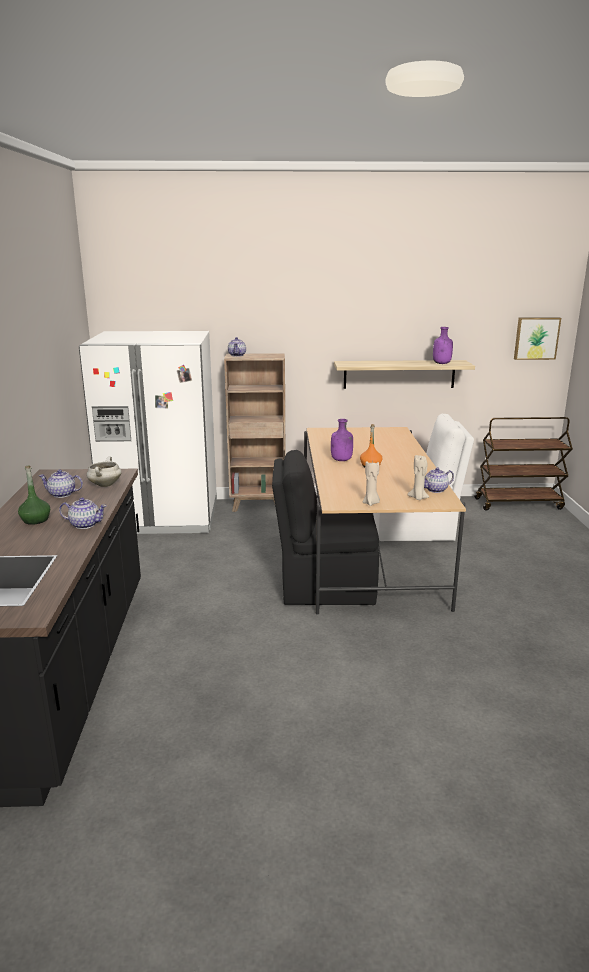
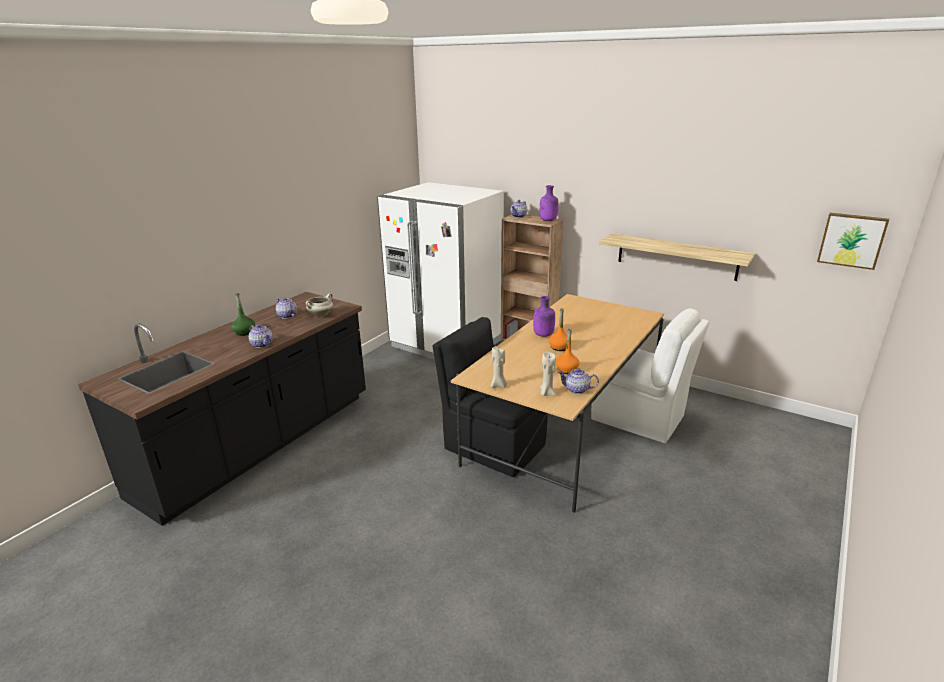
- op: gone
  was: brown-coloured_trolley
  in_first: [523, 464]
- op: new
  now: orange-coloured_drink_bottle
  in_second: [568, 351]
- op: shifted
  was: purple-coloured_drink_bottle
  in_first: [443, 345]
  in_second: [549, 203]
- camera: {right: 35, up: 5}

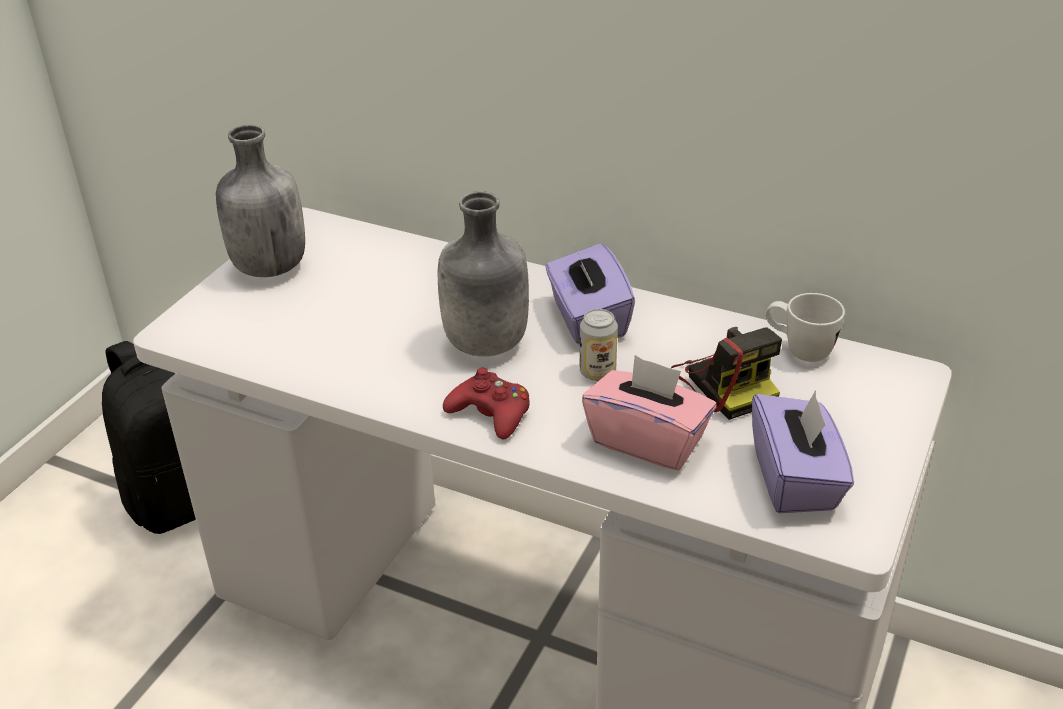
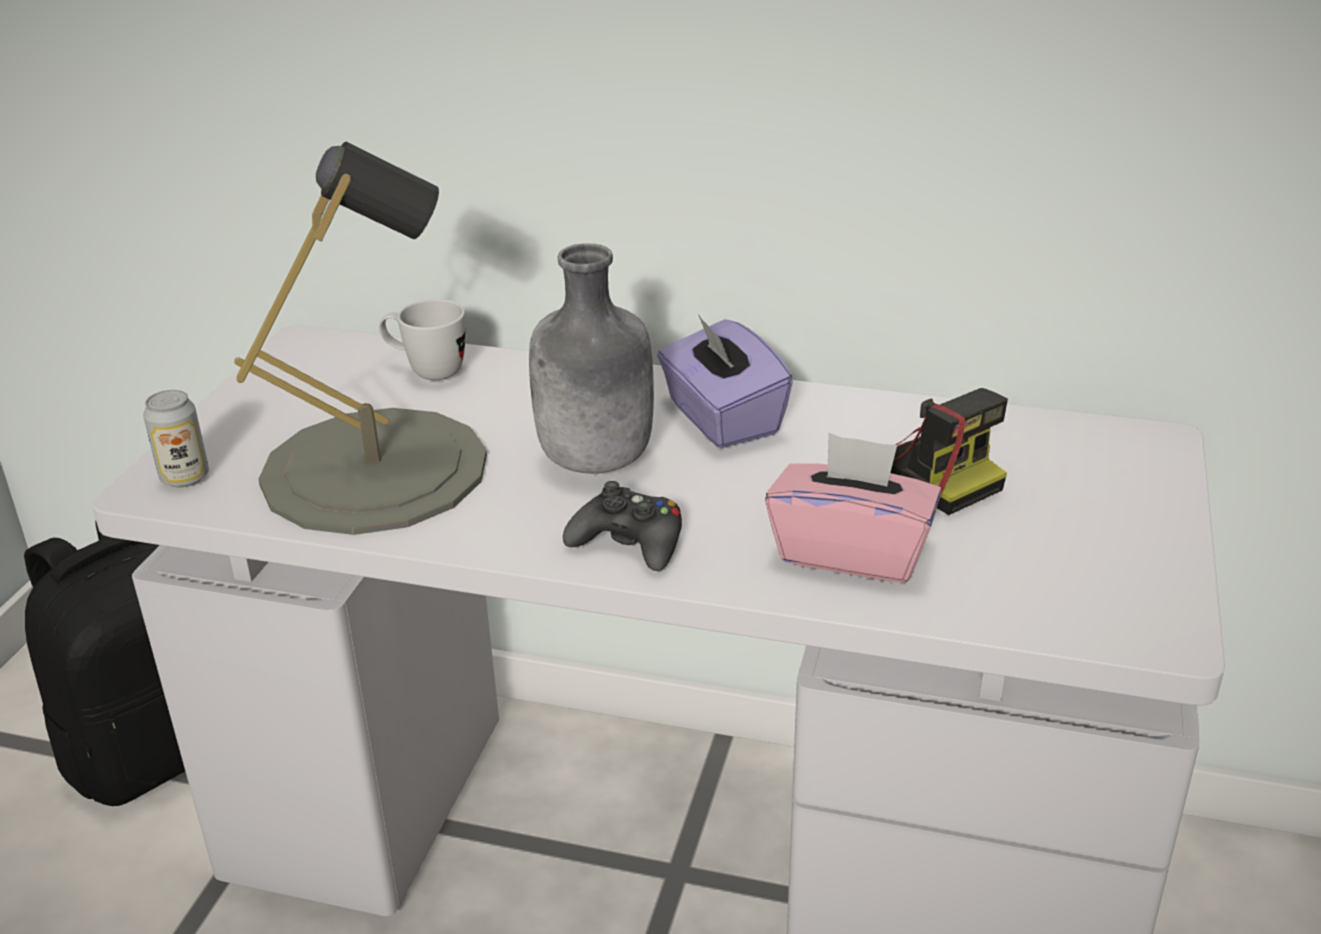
- op: gone
  was: gray_drink_bottle
  in_first: [260, 201]
- op: gone
  was: purple-coloured_tissue_holder
  in_first: [803, 451]
- op: new
  now: gray_tabletop_lamp
  in_second: [360, 338]
- op: shifted
  was: sealed_can
  in_first: [599, 345]
  in_second: [176, 439]
- op: shifted
  was: white_tea_mug
  in_first: [805, 327]
  in_second: [422, 339]
- op: repainted
  was: red_joypad
  now: black_joypad
  in_first: [486, 403]
  in_second: [622, 526]
- camera: {right: -10, up: -5}

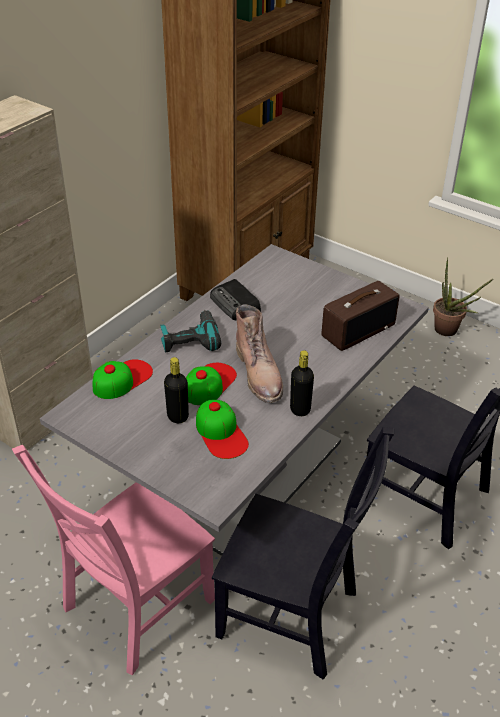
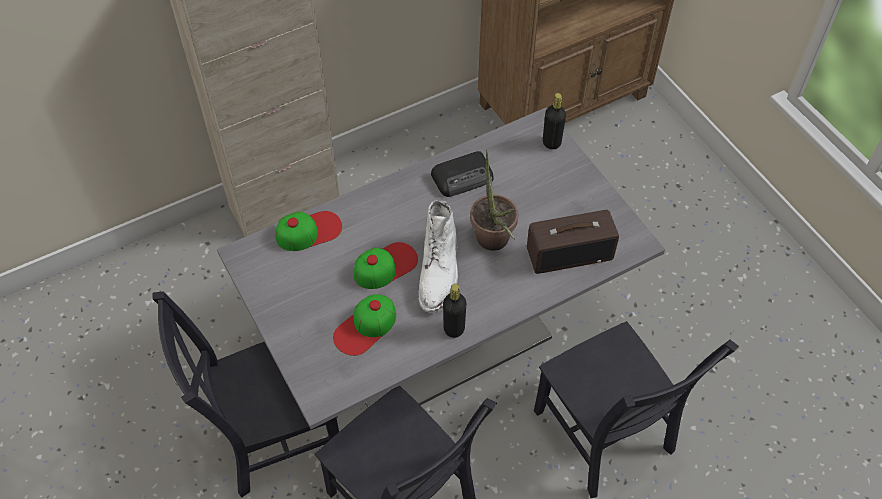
- op: gone
  was: electric_drill
  in_first: [190, 331]
- op: shifted
  was: black_drink_bottle
  in_first: [176, 390]
  in_second: [554, 121]
- op: shifted
  was: plant_in_a_pot
  in_first: [463, 296]
  in_second: [494, 200]
- op: repainted
  was: pink-coloured_chair
  now: black_chair
  in_first: [113, 560]
  in_second: [245, 395]
- op: repainted
  was: brown-coloured_high-top_boot
  now: white_high-top_boot
  in_first: [259, 353]
  in_second: [438, 256]
- op: rotated
  was: cap
  in_first: [222, 429]
  in_second: [364, 325]
  clockwise: 45
- op: rotated
  was: radio_receiver
  in_first: [235, 299]
  in_second: [462, 174]
  clockwise: -105
- camera: {right: 25, up: 15}

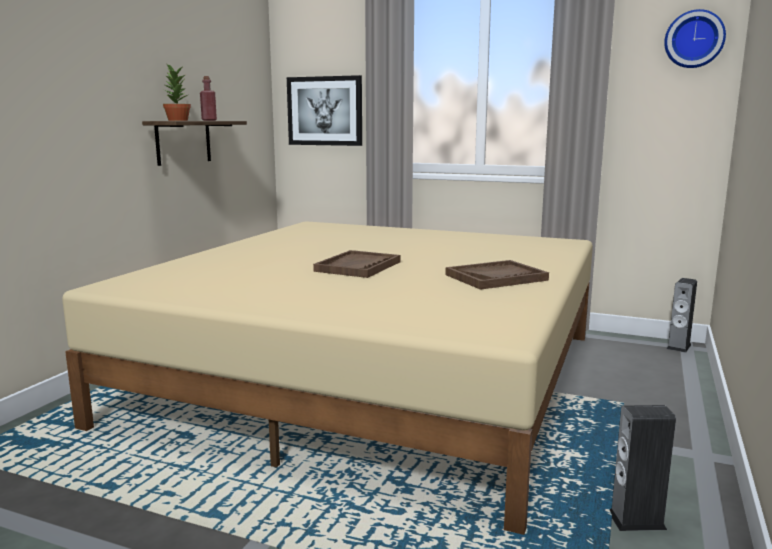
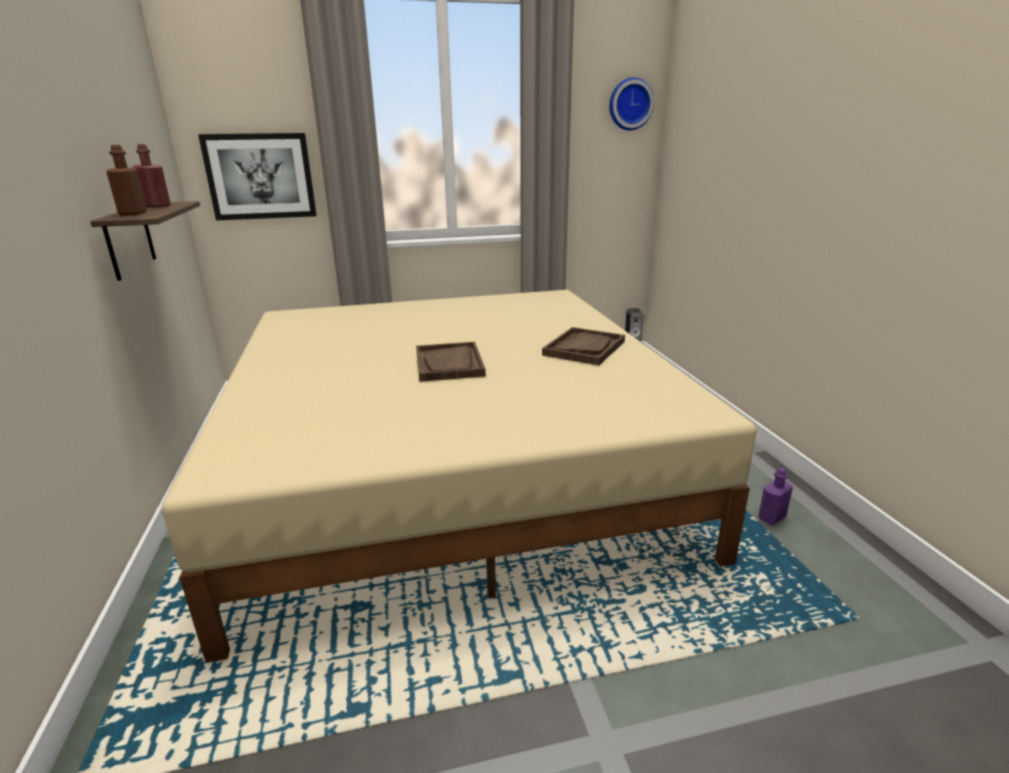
- op: swapped
  was: plant_in_a_pot
  now: brown-coloured_drink_bottle
  in_first: [177, 92]
  in_second: [126, 180]
- op: swapped
  was: speaker
  now: purple-coloured_drink_bottle
  in_first: [643, 468]
  in_second: [775, 496]
- camera: {right: -35, up: 10}

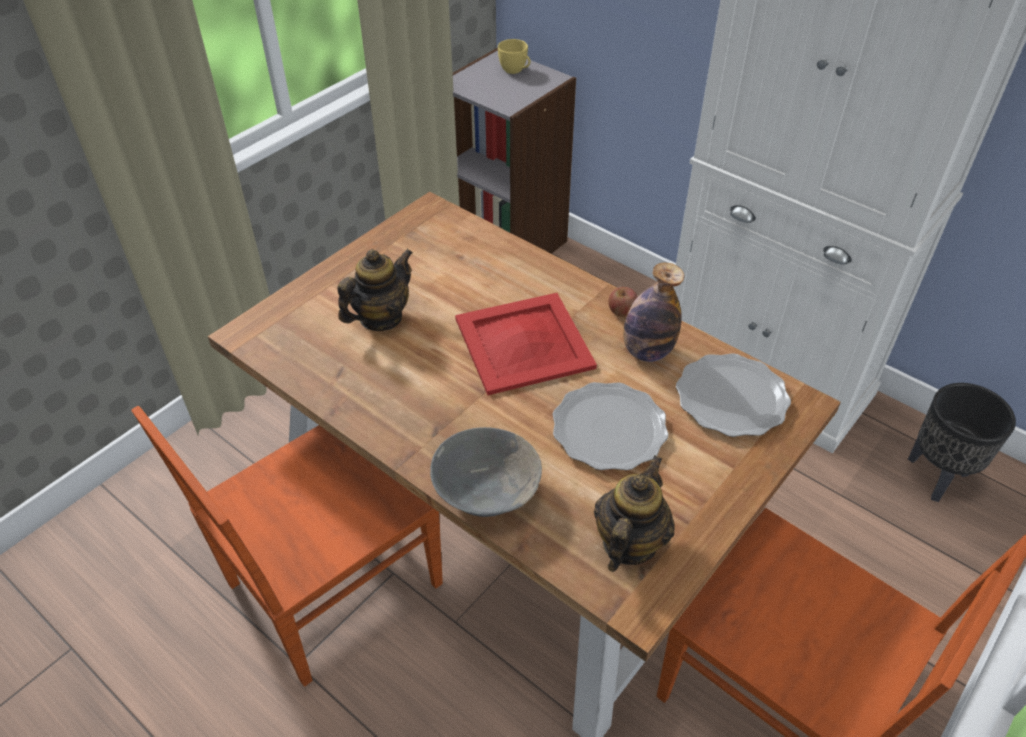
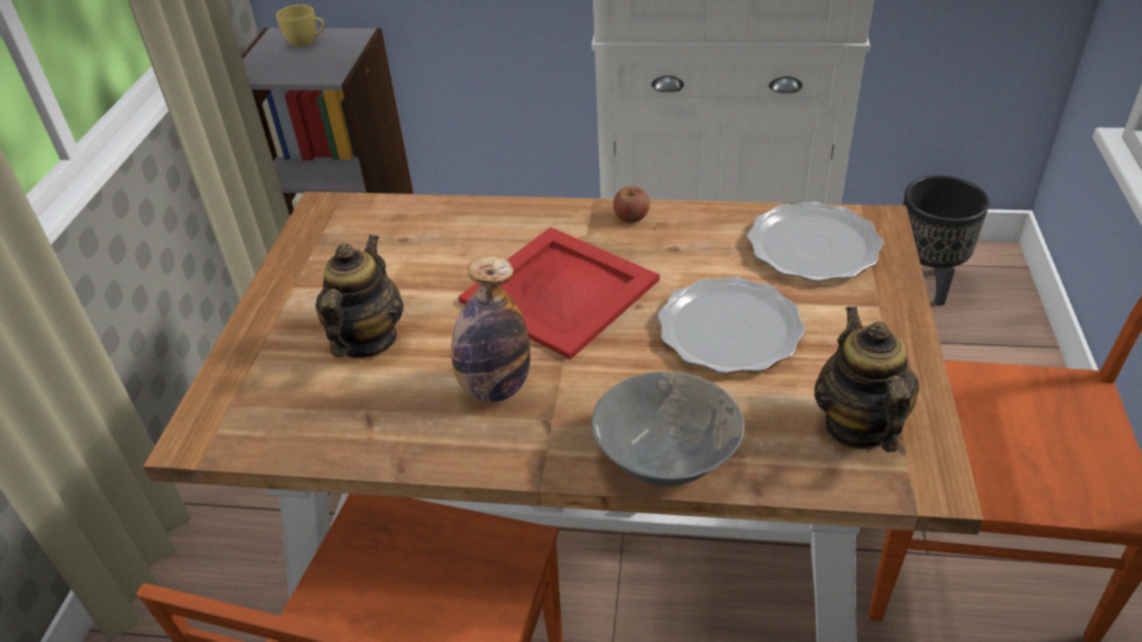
- op: shifted
  was: drink_bottle
  in_first: [653, 312]
  in_second: [490, 329]
- camera: {right: -30, up: -5}

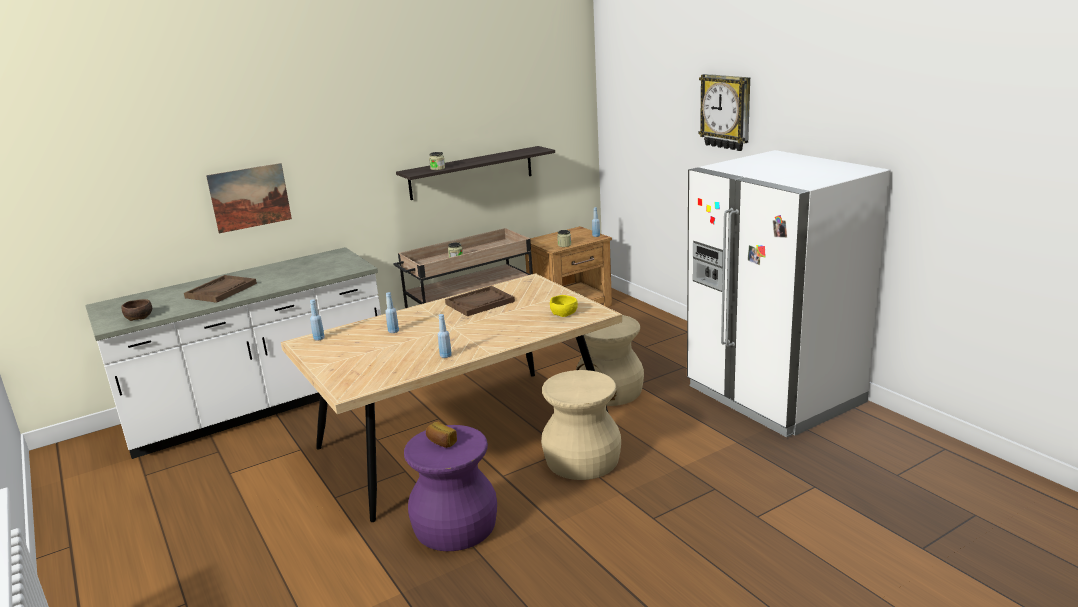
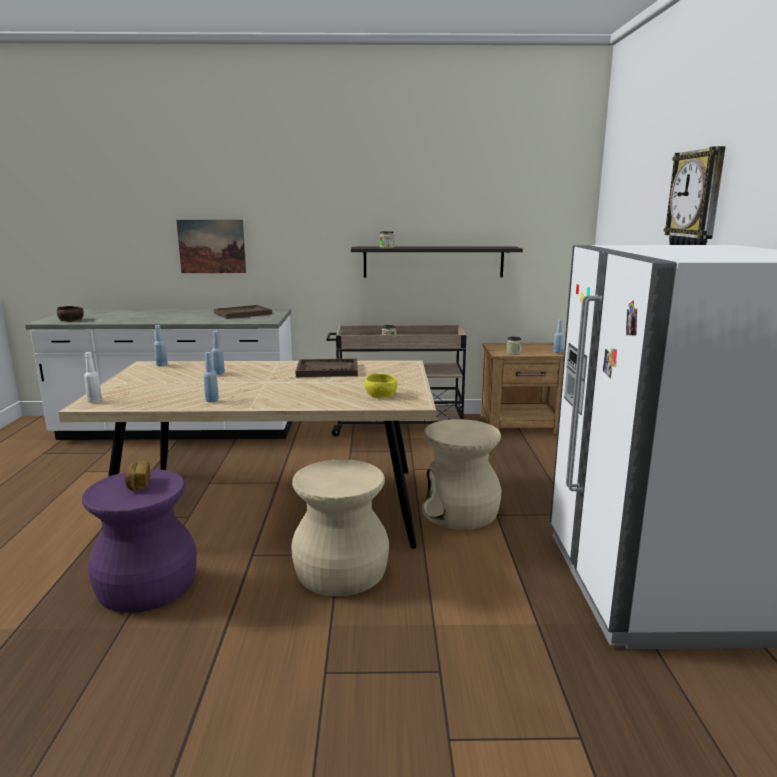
- op: new
  now: white_drink_bottle
  in_second: [93, 377]
- op: shifted
  was: brown-coloured_serving_tray
  in_first: [220, 289]
  in_second: [243, 312]
- camera: {right: 30, up: -5}

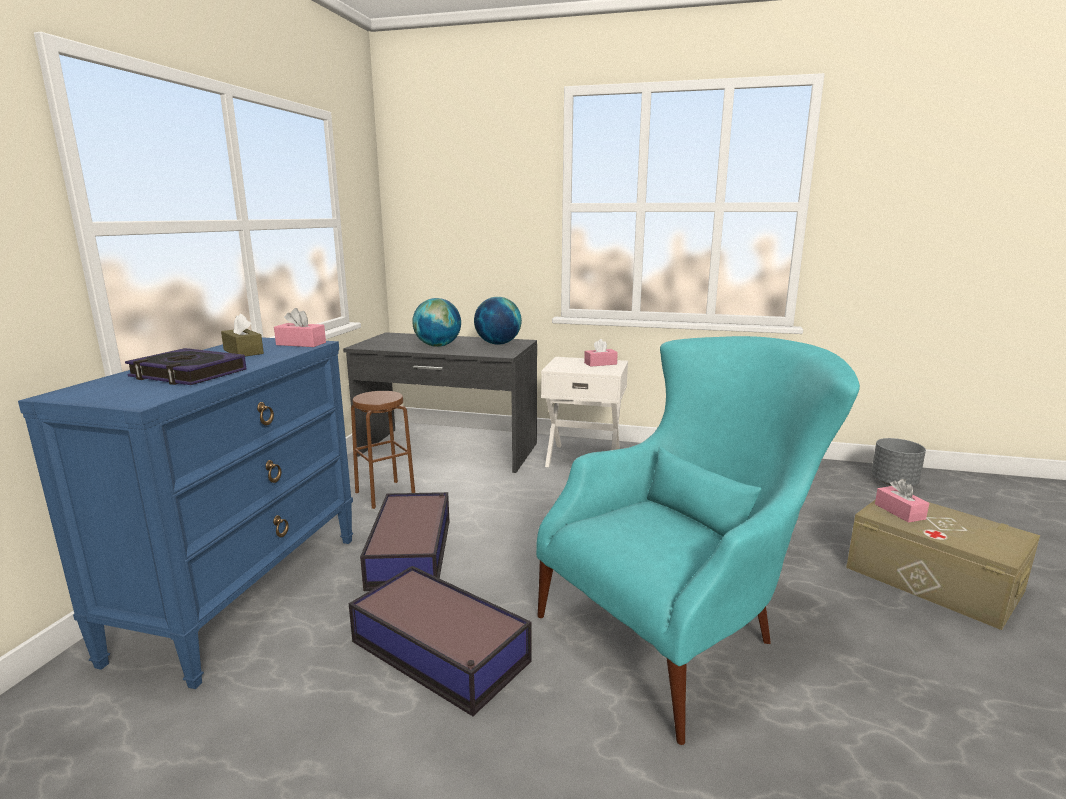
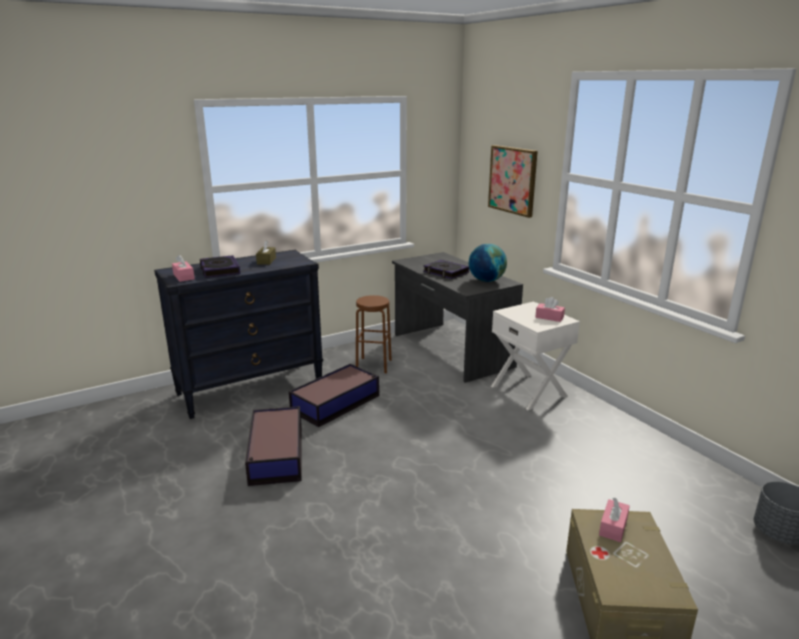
- op: gone
  was: blue-green_easy_chair
  in_first: [698, 540]
- op: new
  now: picture
  in_second: [513, 181]
- op: shifted
  was: pink-coloured_tissue_holder
  in_first: [300, 327]
  in_second: [183, 268]
- op: swapped
  was: desk_globe
  now: bound_book
  in_first: [436, 322]
  in_second: [446, 269]
- op: repainted
  was: blue_dresser
  now: black_dresser
  in_first: [185, 513]
  in_second: [238, 334]
- camera: {right: 45, up: 5}

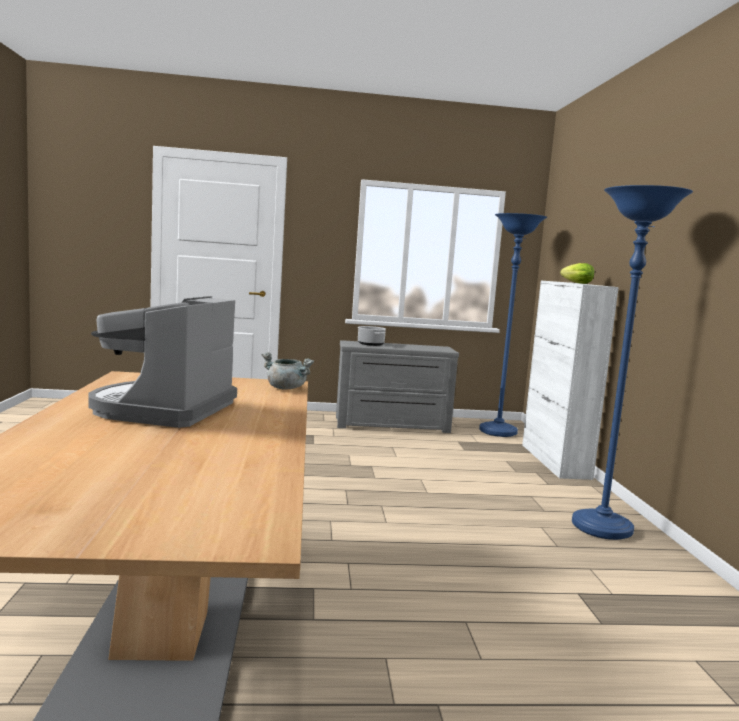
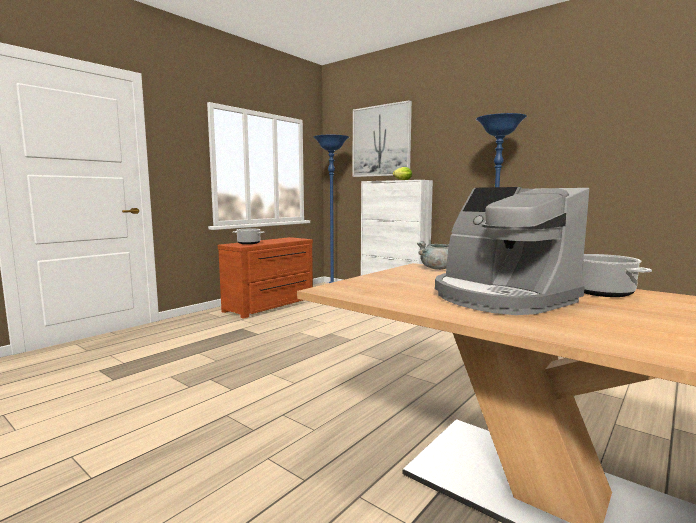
- op: new
  now: picture
  in_second: [382, 138]
- op: new
  now: saucepot
  in_second: [616, 275]
- op: repainted
  was: gray_dresser
  now: brown-coloured_dresser
  in_first: [397, 386]
  in_second: [265, 278]
- camera: {right: -45, up: 0}

